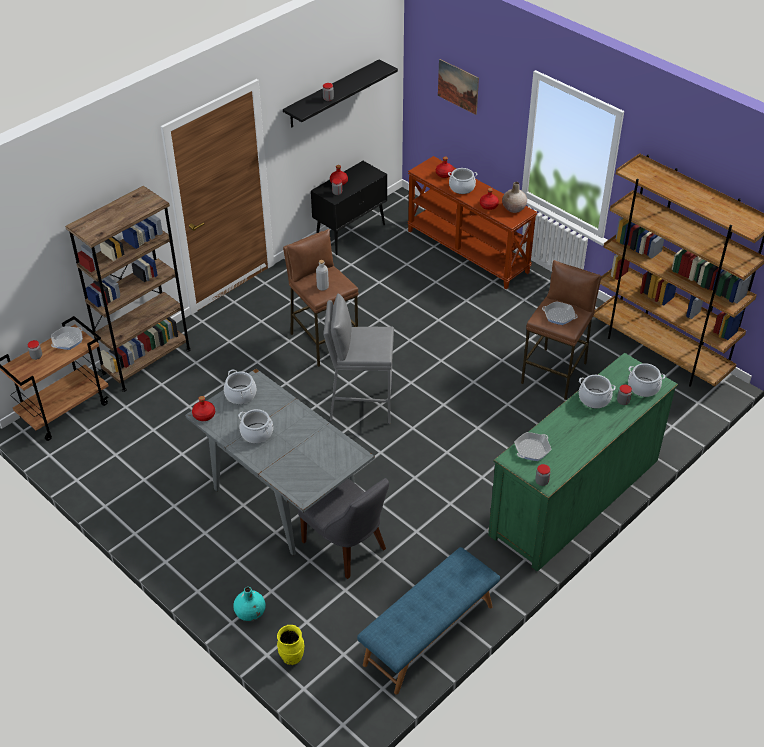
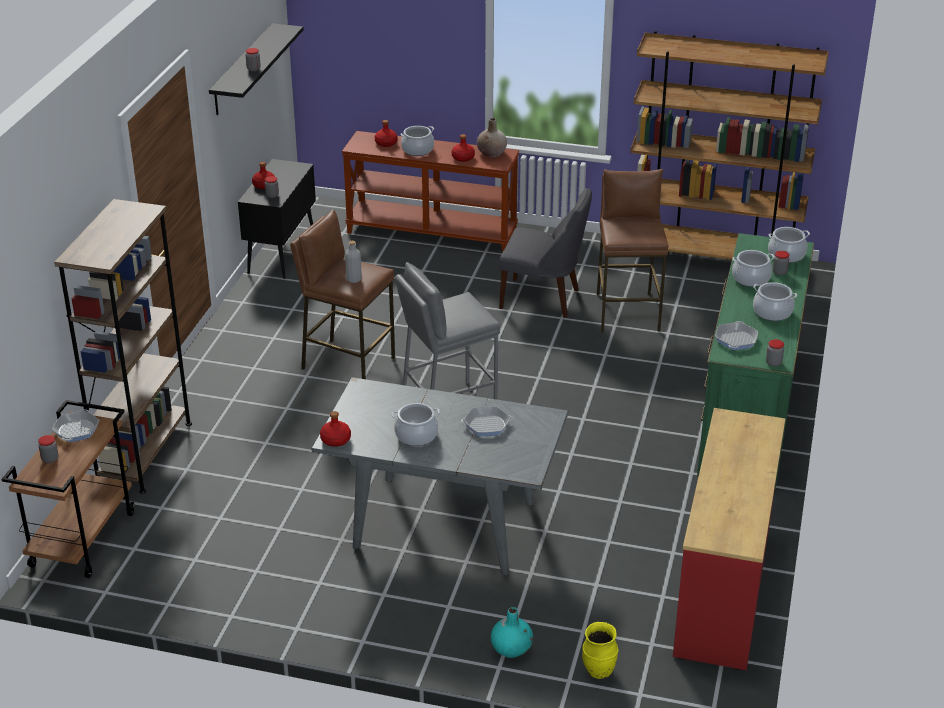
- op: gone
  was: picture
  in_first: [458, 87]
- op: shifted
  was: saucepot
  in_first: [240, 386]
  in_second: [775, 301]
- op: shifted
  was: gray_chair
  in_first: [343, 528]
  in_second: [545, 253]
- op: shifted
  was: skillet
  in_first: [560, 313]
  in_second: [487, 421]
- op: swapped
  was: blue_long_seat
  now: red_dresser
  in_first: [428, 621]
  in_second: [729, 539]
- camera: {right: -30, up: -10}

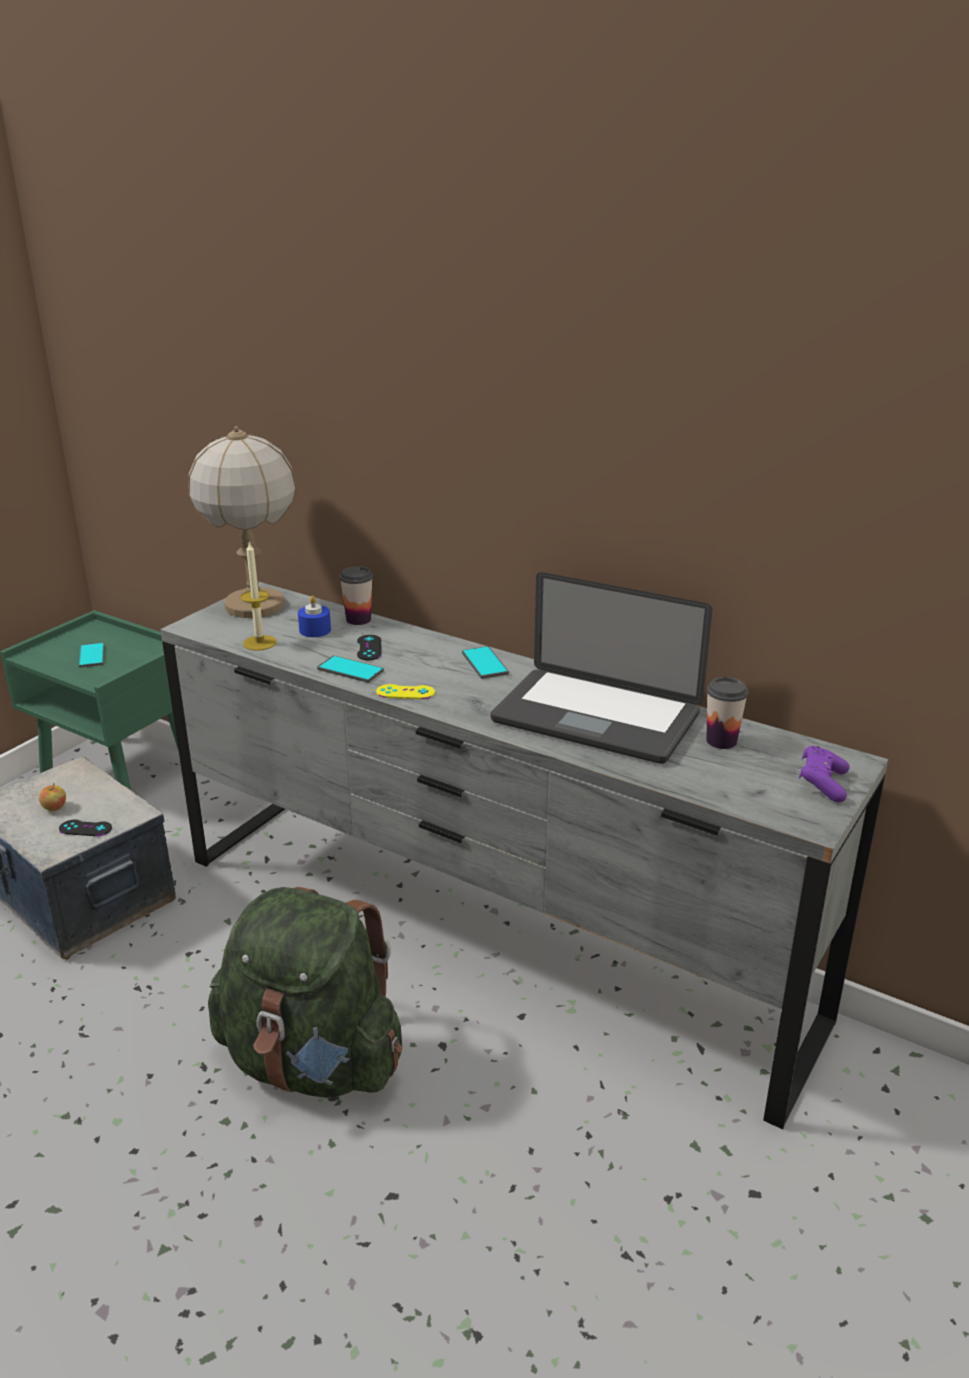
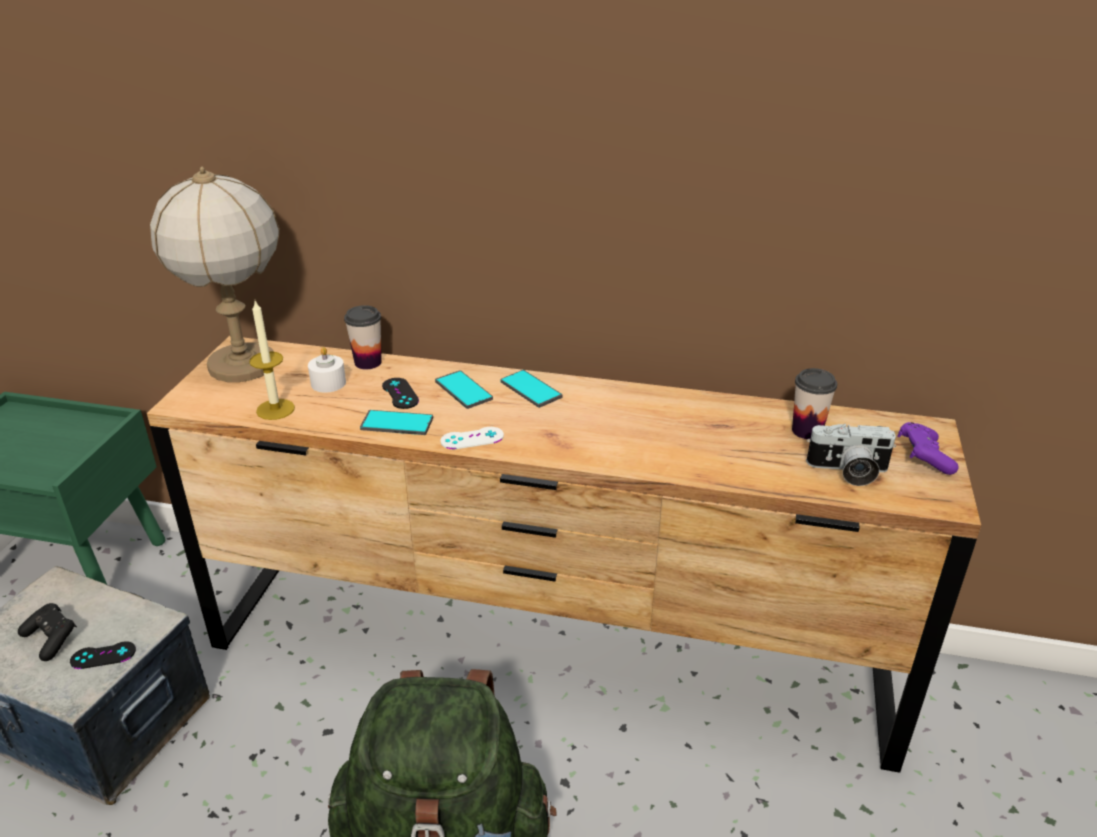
- op: gone
  was: laptop
  in_first: [601, 668]
- op: new
  now: still_camera
  in_second: [851, 455]
- op: shifted
  was: telephone
  in_first: [91, 655]
  in_second: [464, 389]
- op: swapped
  was: whole_apple
  now: black_joypad
  in_first: [52, 797]
  in_second: [47, 632]
- op: repainted
  was: gray_dresser
  now: brown-coloured_dresser
  in_first: [524, 855]
  in_second: [564, 554]
- op: repainted
  was: blue_candle
  now: white_candle
  in_first: [314, 616]
  in_second: [327, 370]
- op: repainted
  was: yellow-coloured_joypad
  now: white_joypad
  in_first: [405, 691]
  in_second: [472, 438]
- camera: {right: -20, up: 5}

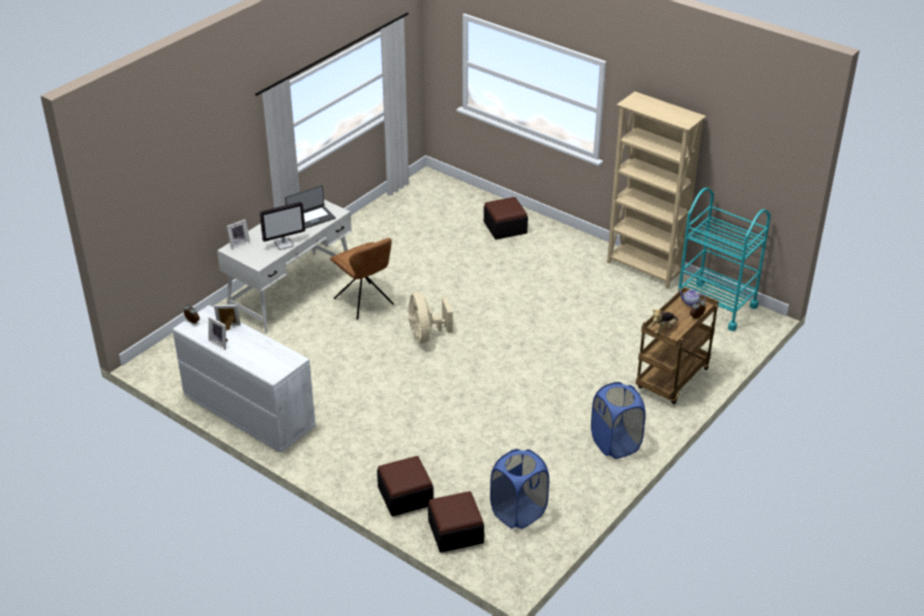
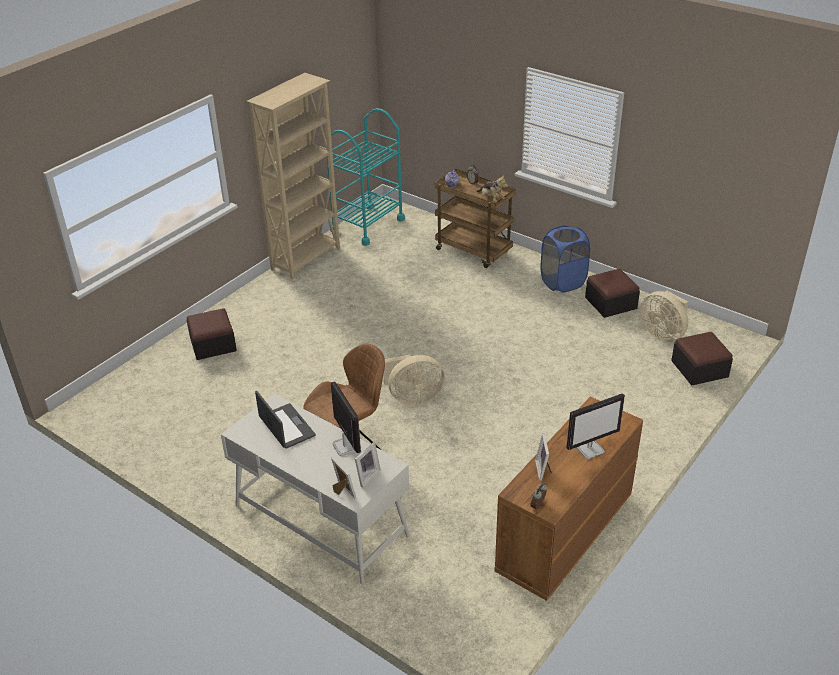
- op: new
  now: computer_display
  in_second: [596, 426]
- op: shifted
  was: standing_frame
  in_first: [218, 333]
  in_second: [368, 464]
- op: shifted
  was: pouffe
  in_first: [405, 486]
  in_second: [612, 293]
- op: swapped
  was: blue_hamper
  now: beige_cooling_fan
  in_first: [519, 489]
  in_second: [664, 316]
- op: repainted
  was: white_dresser
  now: brown-coloured_dresser
  in_first: [244, 379]
  in_second: [568, 499]
- camera: {right: -90, up: 0}

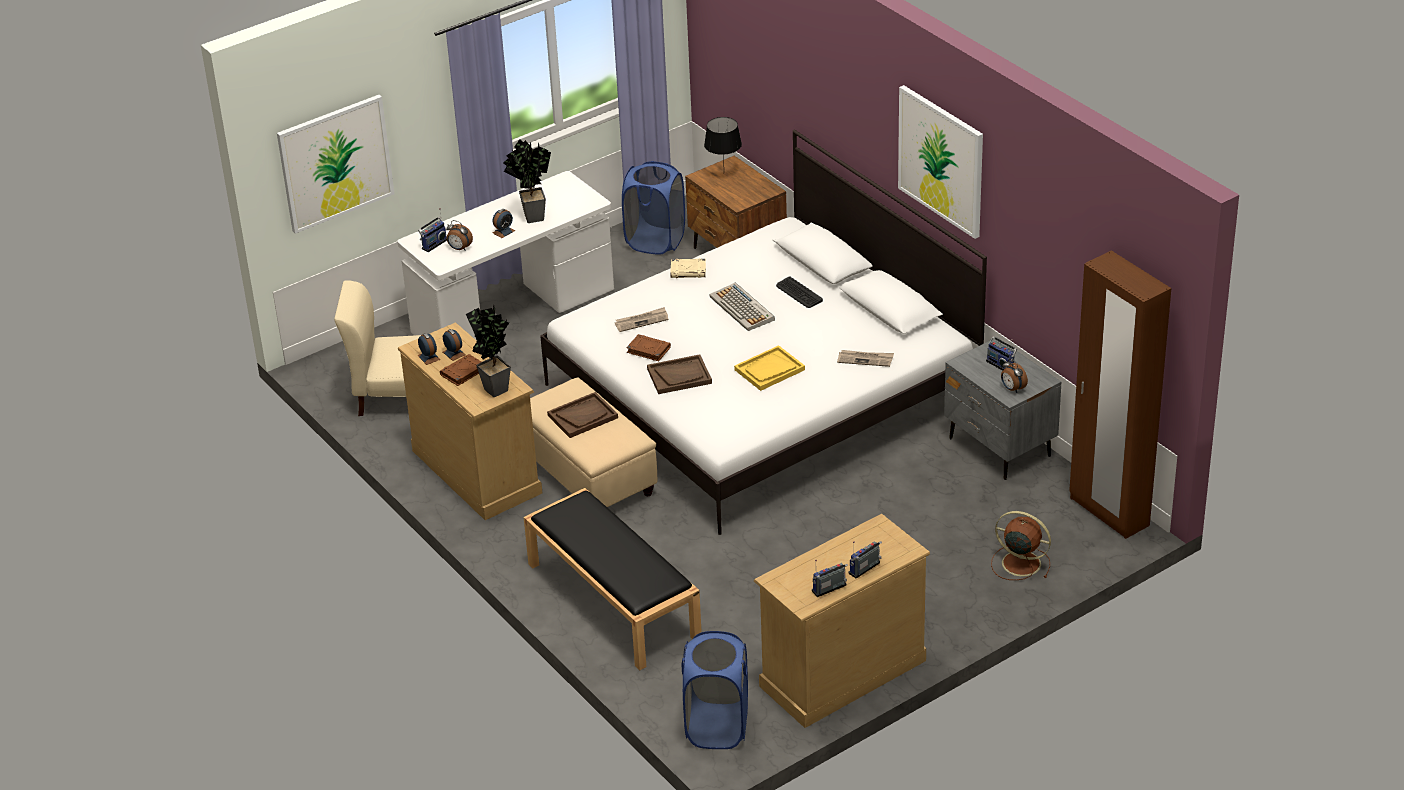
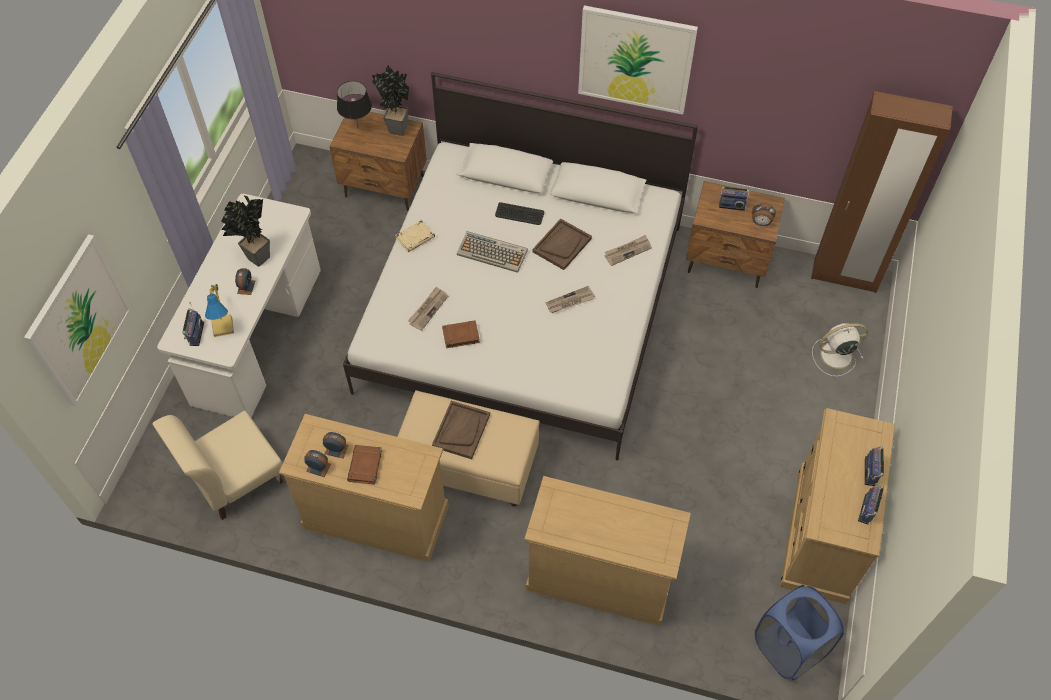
- op: gone
  was: blue_hamper
  in_first: [653, 208]
- op: shifted
  was: plant_in_a_pot
  in_first: [488, 351]
  in_second: [390, 100]
- op: shifted
  was: brown-coloured_serving_tray
  in_first: [679, 374]
  in_second: [562, 244]
- op: swapped
  was: bedside_clock
  now: tabletop_lamp
  in_first: [459, 235]
  in_second: [219, 310]
- op: swapped
  was: black_long_seat
  now: beige_dresser
  in_first: [612, 579]
  in_second: [607, 551]
- op: swapped
  was: yellow-coloured_serving_tray
  now: printed_paper
  in_first: [769, 368]
  in_second: [570, 299]
- op: repainted
  was: gray_nightstand
  now: brown-coloured_nightstand
  in_first: [1002, 408]
  in_second: [735, 234]
- op: repainted
  was: brown-coloured_cooling_fan
  now: white_cooling_fan
  in_first: [1021, 545]
  in_second: [840, 349]
- camera: {right: -40, up: 20}

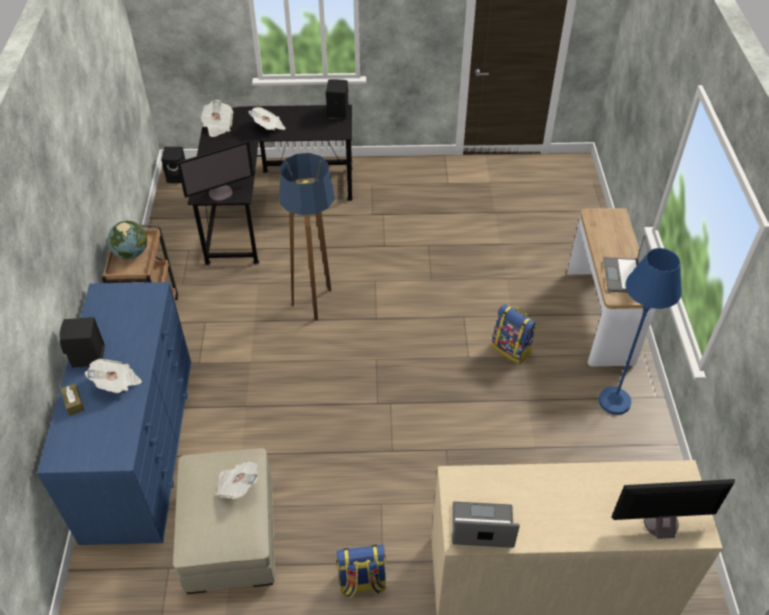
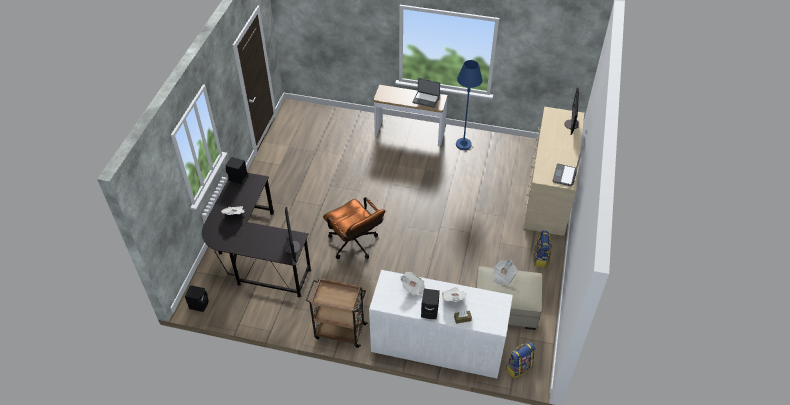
- op: gone
  was: desk_globe
  in_first: [127, 240]
- op: shifted
  was: printed_paper
  in_first: [216, 118]
  in_second: [412, 284]
- op: shifted
  was: backpack
  in_first: [514, 334]
  in_second: [520, 361]
- op: swapped
  was: standard_lamp
  now: brown-coloured_office_chair
  in_first: [307, 237]
  in_second: [354, 228]
- op: repainted
  was: blue_dresser
  now: white_dresser
  in_first: [114, 413]
  in_second: [441, 324]
- camera: {right: -75, up: 0}

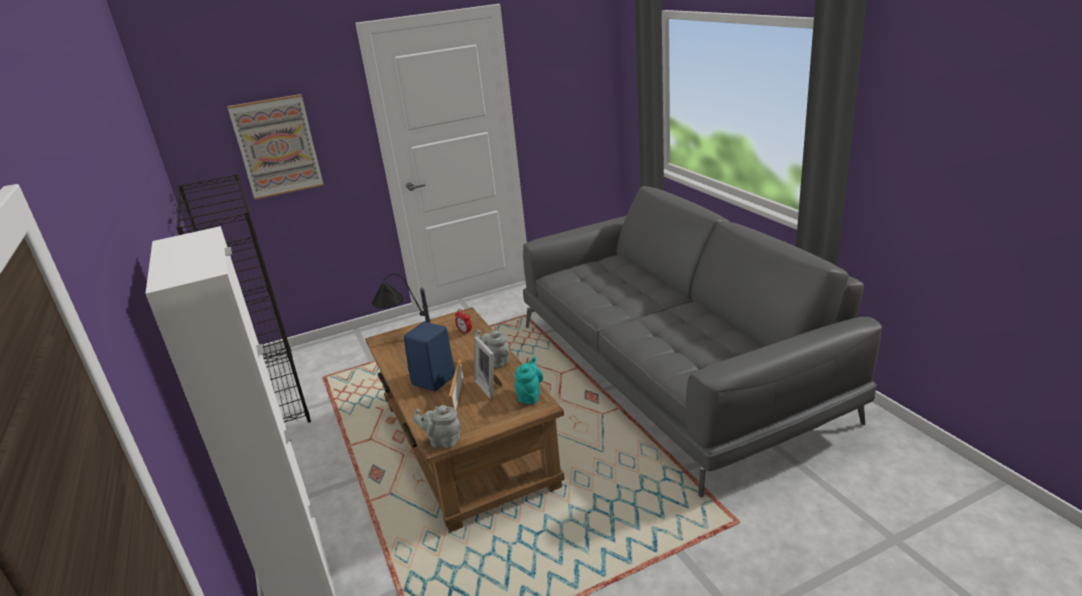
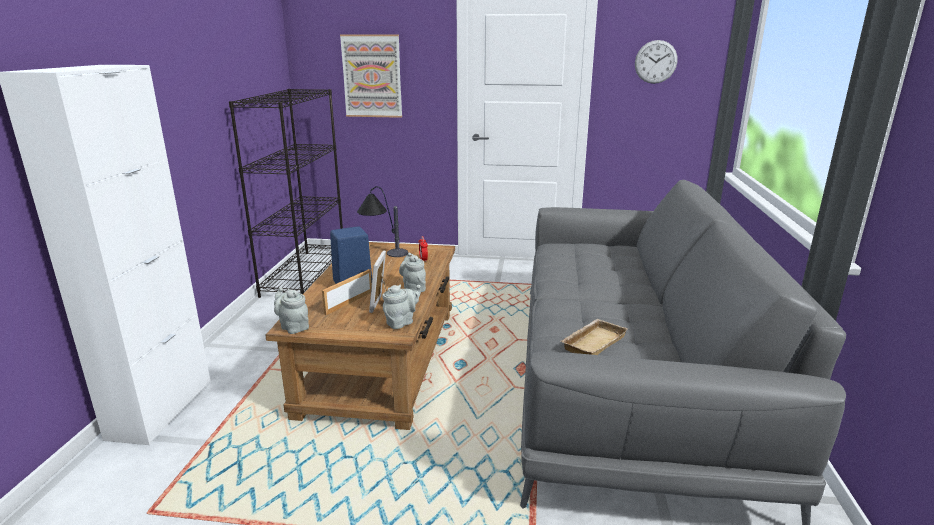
- op: new
  now: beige_serving_tray
  in_second: [594, 337]
- op: new
  now: wall_clock
  in_second: [656, 62]
- op: repainted
  was: blue-green_tea_pot
  now: gray_tea_pot
  in_first: [528, 380]
  in_second: [401, 306]
- camera: {right: 30, up: -5}

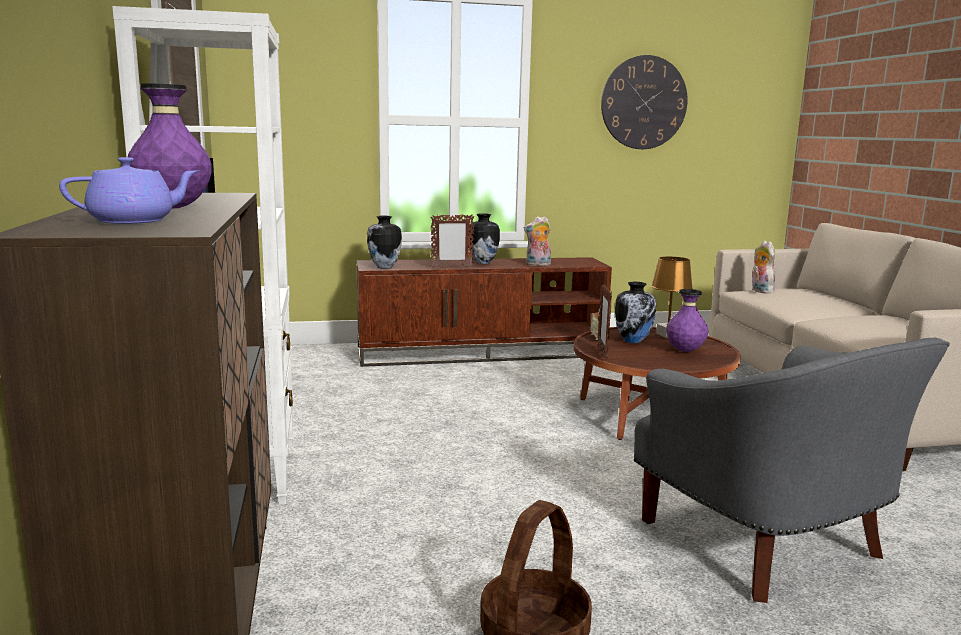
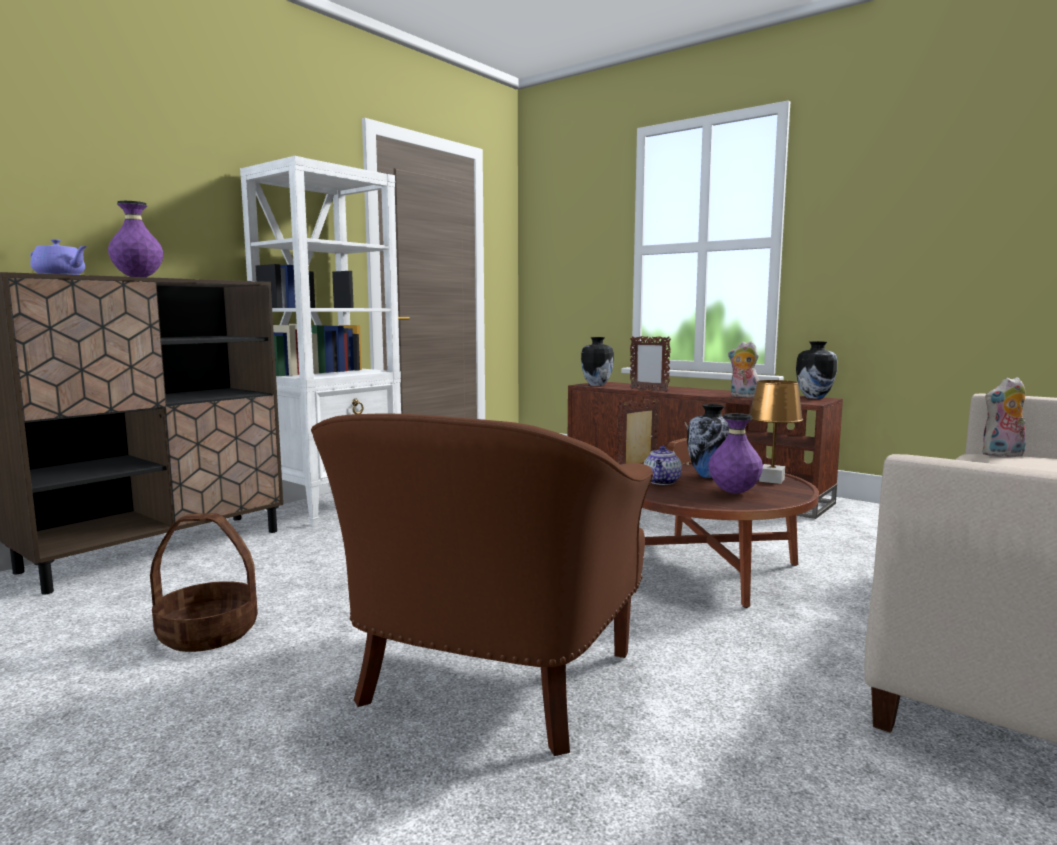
- op: gone
  was: wall_clock
  in_first: [644, 102]
- op: new
  now: tea_pot
  in_second: [663, 465]
- op: shifted
  was: flower_vase
  in_first: [484, 238]
  in_second: [816, 370]
- op: repainted
  was: gray_easy_chair
  now: brown-coloured_easy_chair
  in_first: [792, 470]
  in_second: [482, 585]
- op: rotated
  was: soft_toy
  in_first: [763, 267]
  in_second: [1004, 417]
  clockwise: -135
- camera: {right: 50, up: -5}

